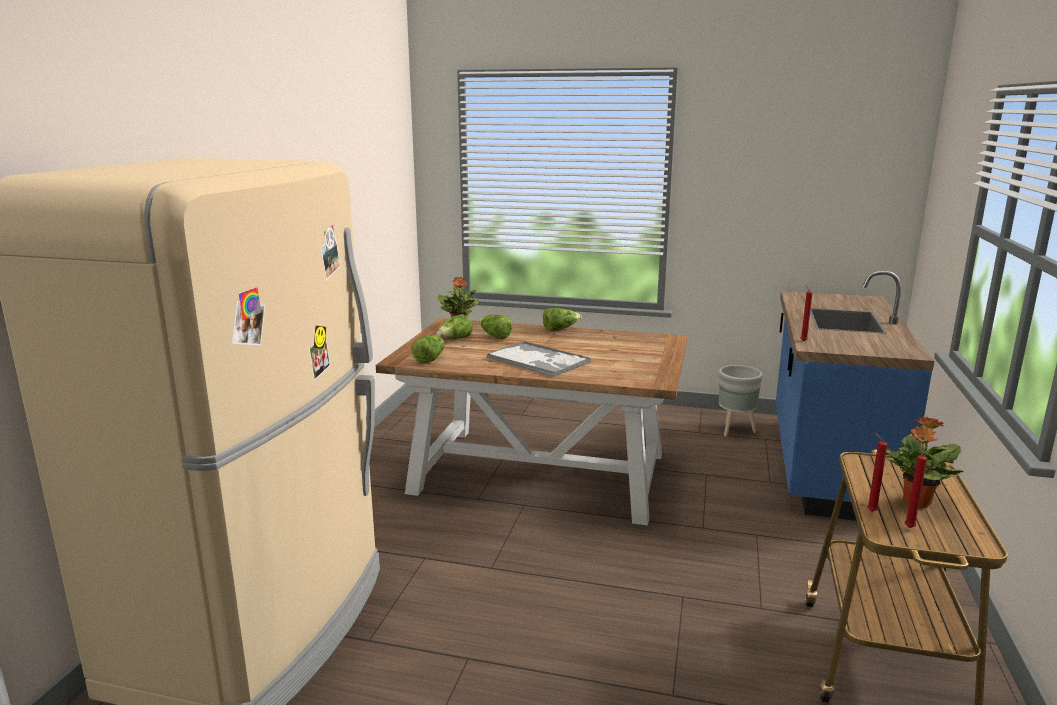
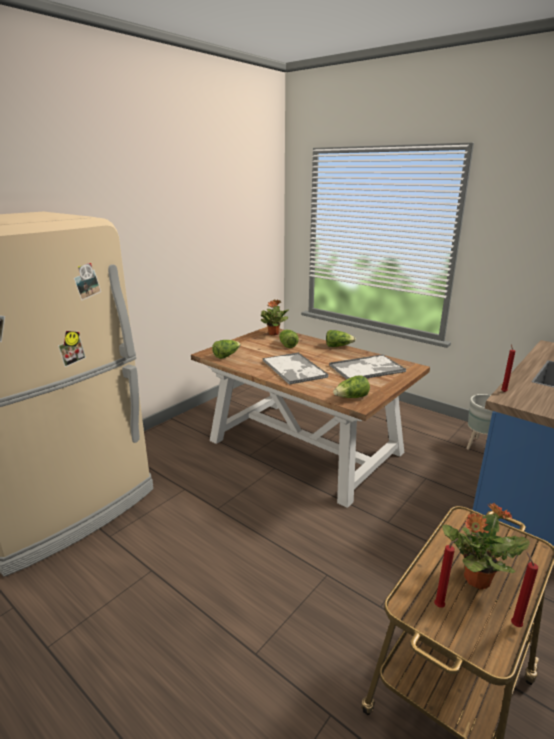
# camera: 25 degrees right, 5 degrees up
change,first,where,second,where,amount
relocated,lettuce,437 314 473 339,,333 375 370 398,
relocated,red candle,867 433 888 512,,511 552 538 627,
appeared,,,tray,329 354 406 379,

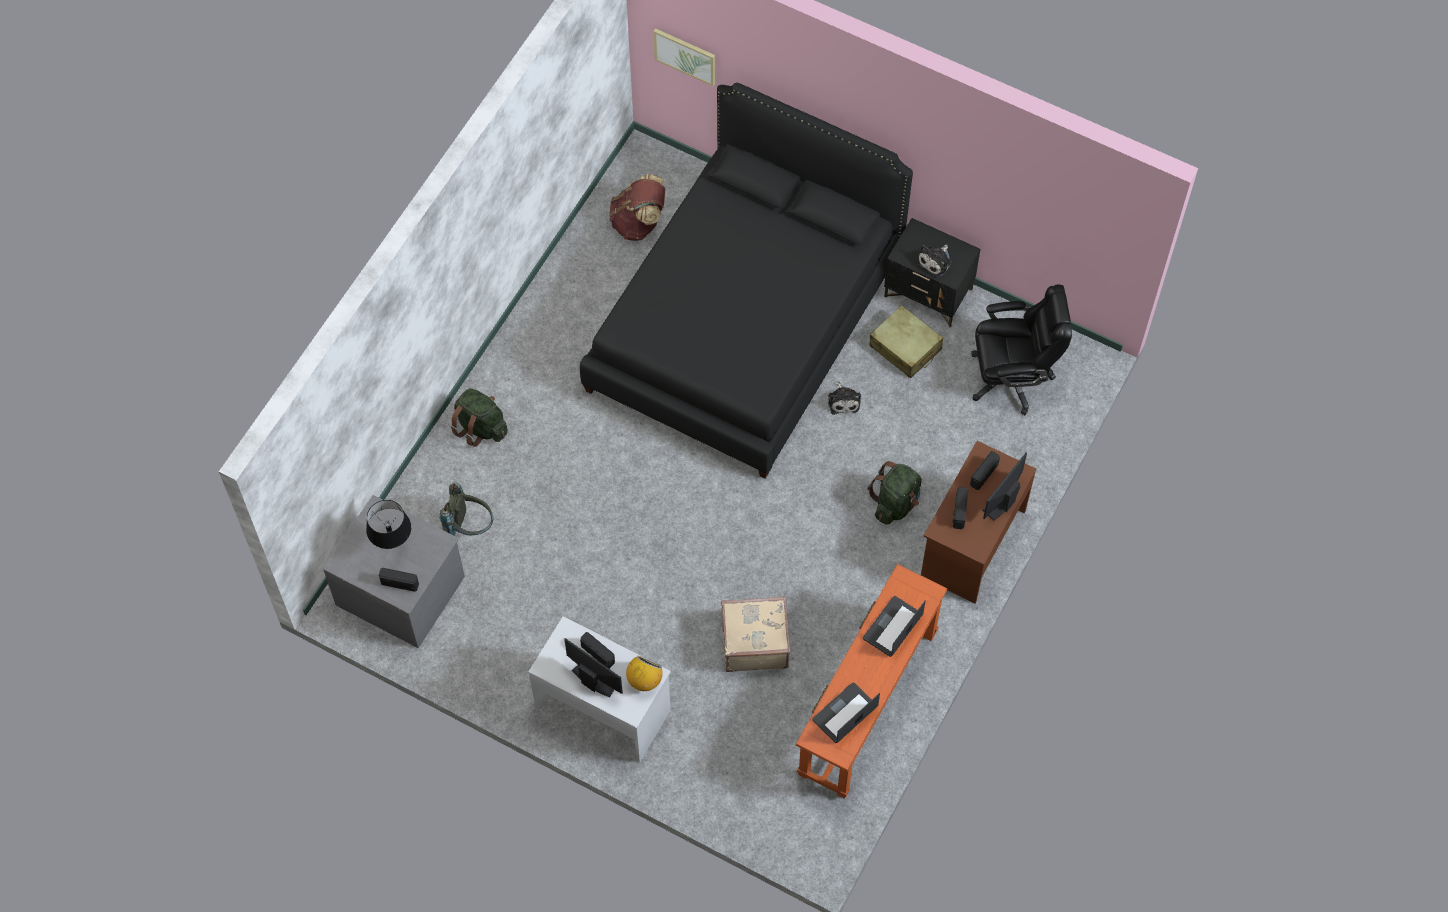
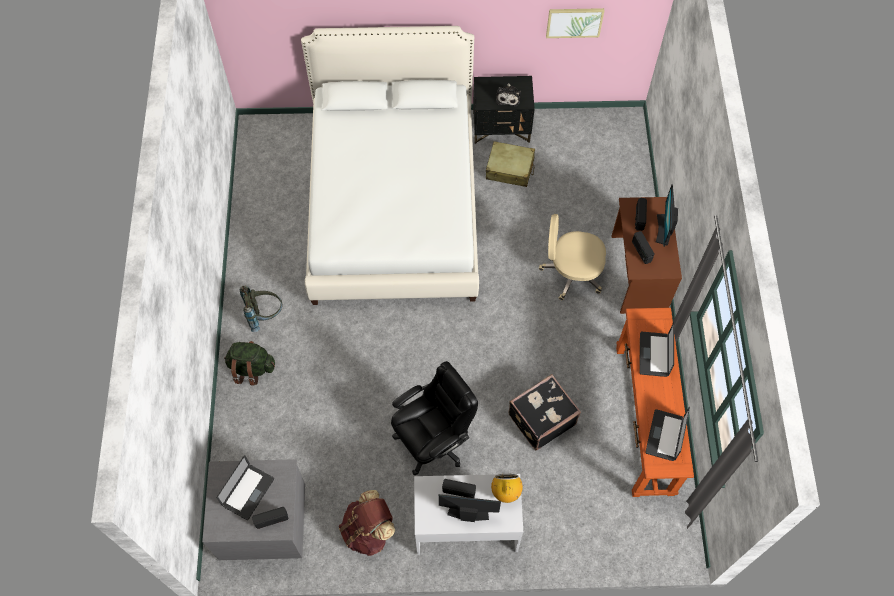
# camera: 30 degrees left, 0 degrees up
change,first,where,second,where,amount
exchanged,black table lamp,366 500 411 549,laptop,217 455 274 520,
relocated,grey backpack,440 483 494 536,,240 285 283 332,
colour,black bed,580 83 913 479,white bed,301 26 479 305,
relocated,brown backpack,609 174 665 241,,339 490 395 556,
relocated,picture,653 28 715 86,,546 8 605 38,
colour,beige suitcase,721 596 790 672,black suitcase,508 374 581 450,
missing,plush toy,828 381 861 415,,,
exchanged,green backpack,867 461 922 525,beige office chair,539 214 606 300,
relocated,black office chair,971 284 1072 415,,391 361 478 475,

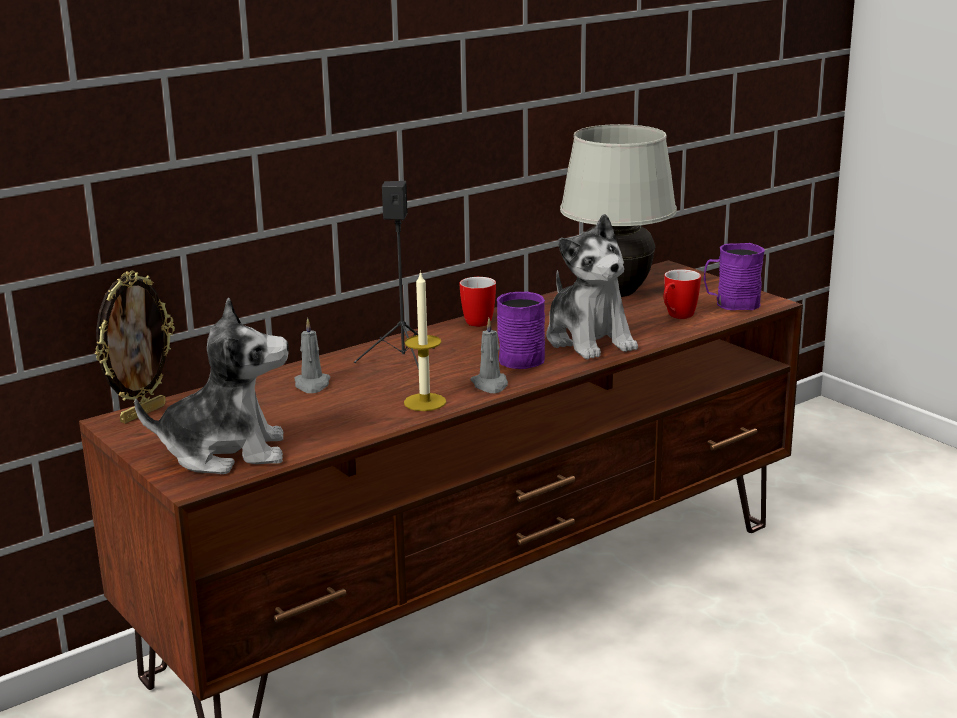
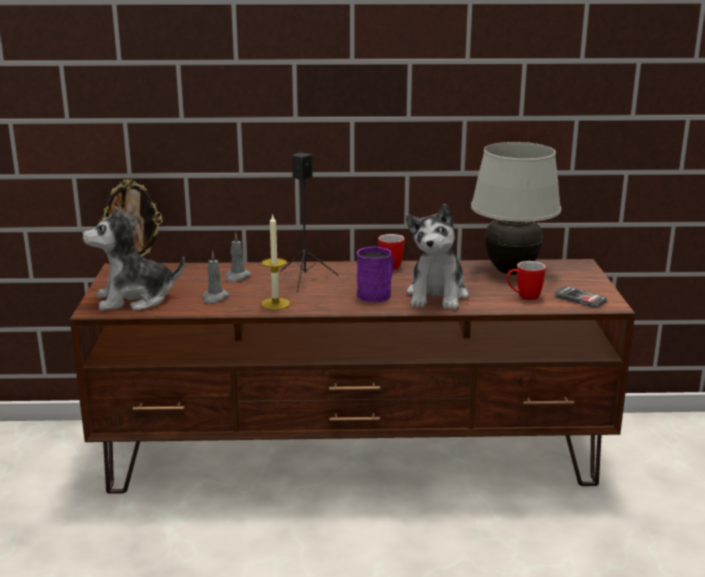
# camera: 35 degrees right, 0 degrees up
change,first,where,second,where,amount
spun,plush toy,134 298 289 474,,82 206 185 311,135 degrees clockwise
relocated,grey candle,471 318 508 393,,202 251 229 304,
exchanged,purple mug,704 243 765 310,phone,554 286 607 308,

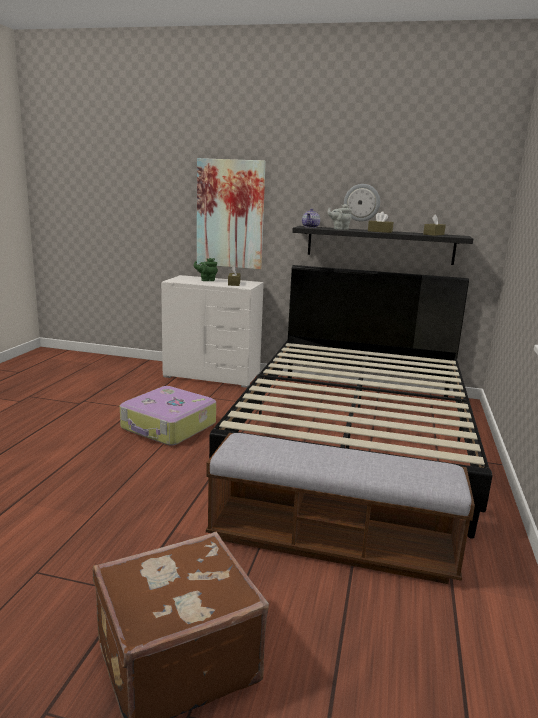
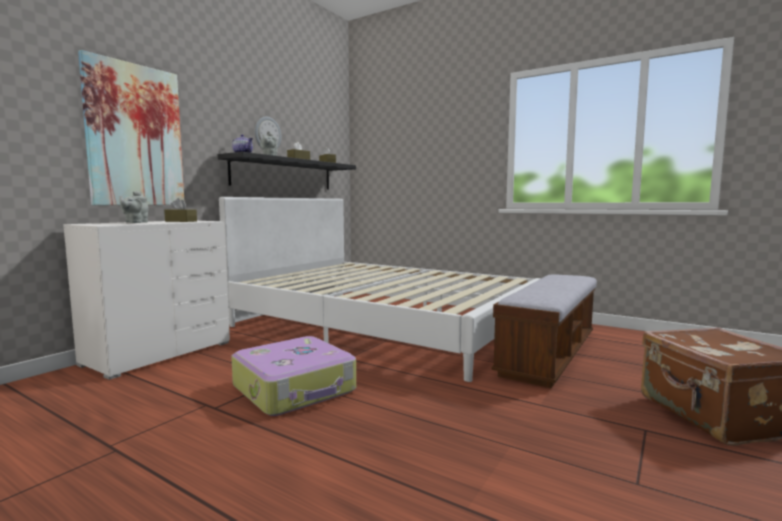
# camera: 70 degrees left, 10 degrees down
change,first,where,second,where,amount
colour,green teapot,194 258 218 281,grey teapot,119 191 148 223,
colour,black bed,209 265 492 539,white bed,219 197 541 382,

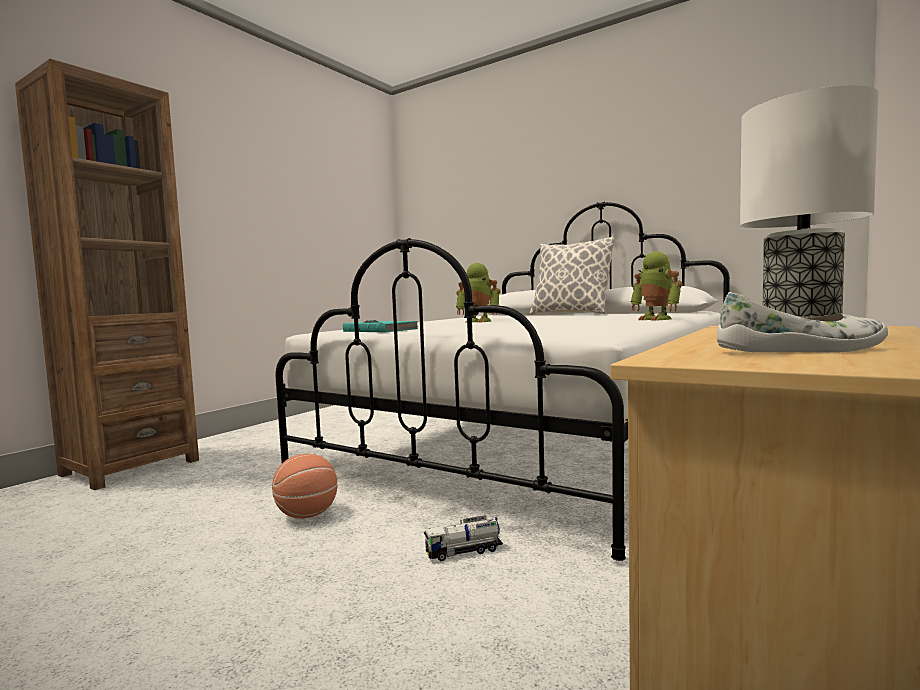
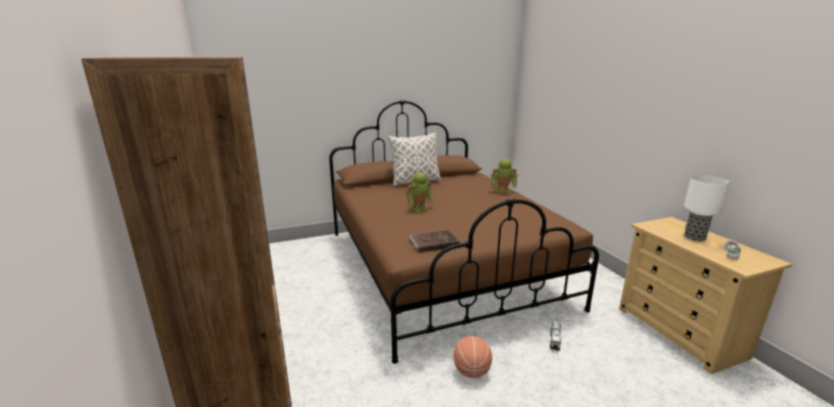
# camera: 55 degrees left, 15 degrees up
change,first,where,second,where,amount
colour,white bed,275 202 730 561,brown bed,329 101 599 364,
colour,turquoise book,343 320 419 333,brown book,409 230 459 252,

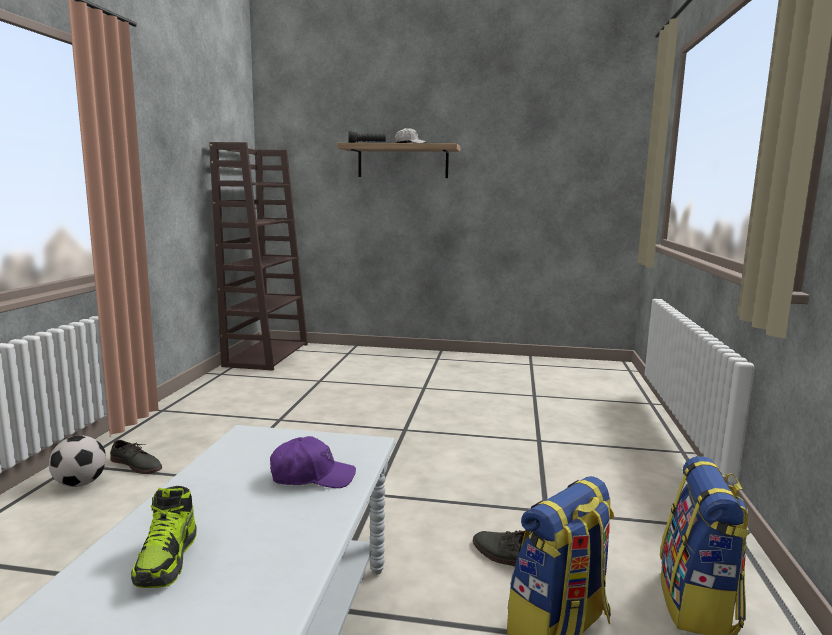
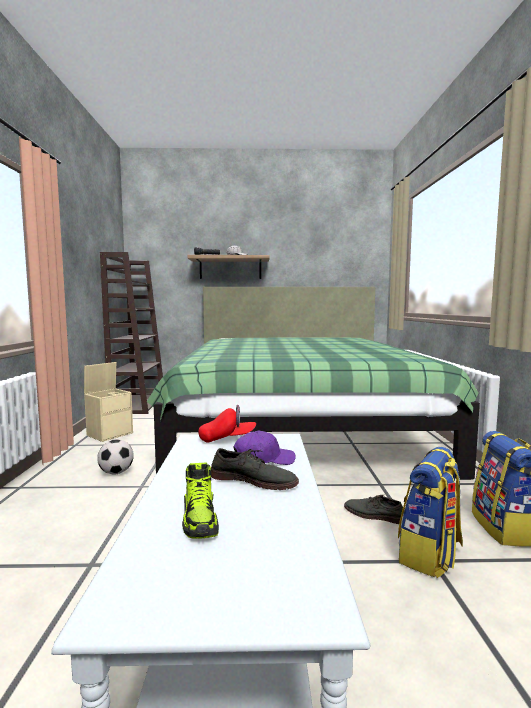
# camera: 10 degrees left, 5 degrees down
change,first,where,second,where,amount
relocated,football,49 435 106 487,,97 439 134 474,
relocated,grey shoe,110 440 162 474,,211 448 299 490,
appeared,,,beige storage box,84 362 133 442,
appeared,,,green bed,147 287 480 480,
appeared,,,red cap,198 405 256 443,

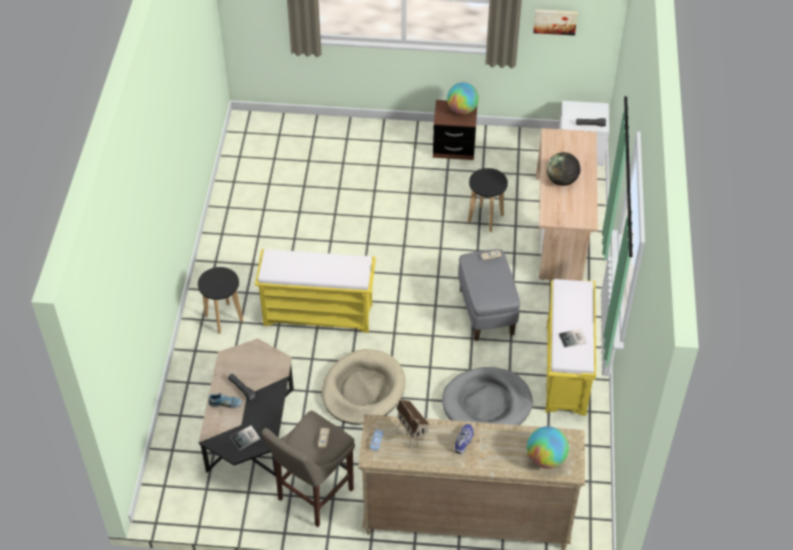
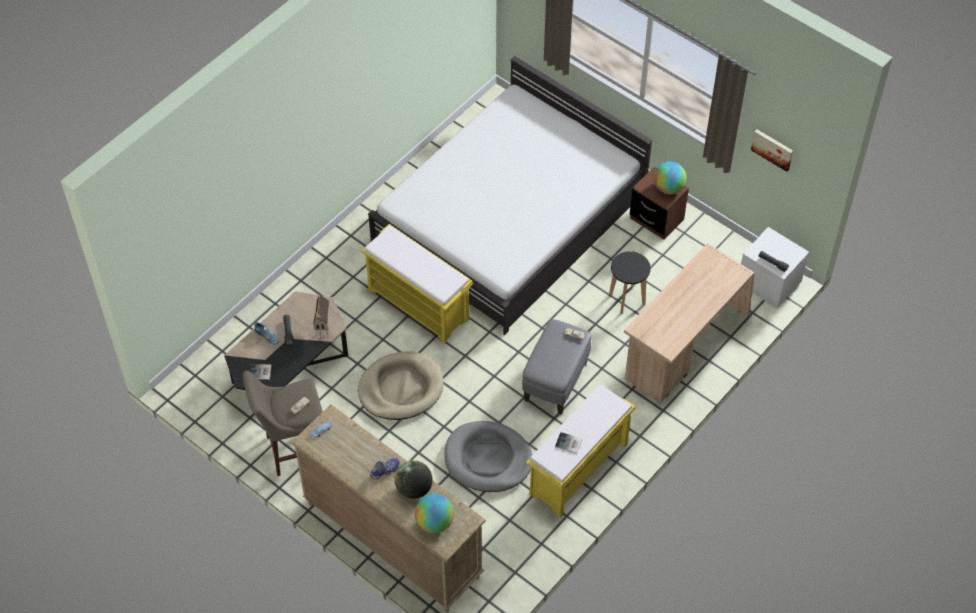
# camera: 35 degrees right, 5 degrees up
change,first,where,second,where,amount
missing,black stool,198 267 243 334,,,
relocated,toy house,396 399 430 448,,313 294 330 339,
relocated,globe,546 152 580 186,,395 460 433 499,
appeared,,,white bed,368 56 653 335,

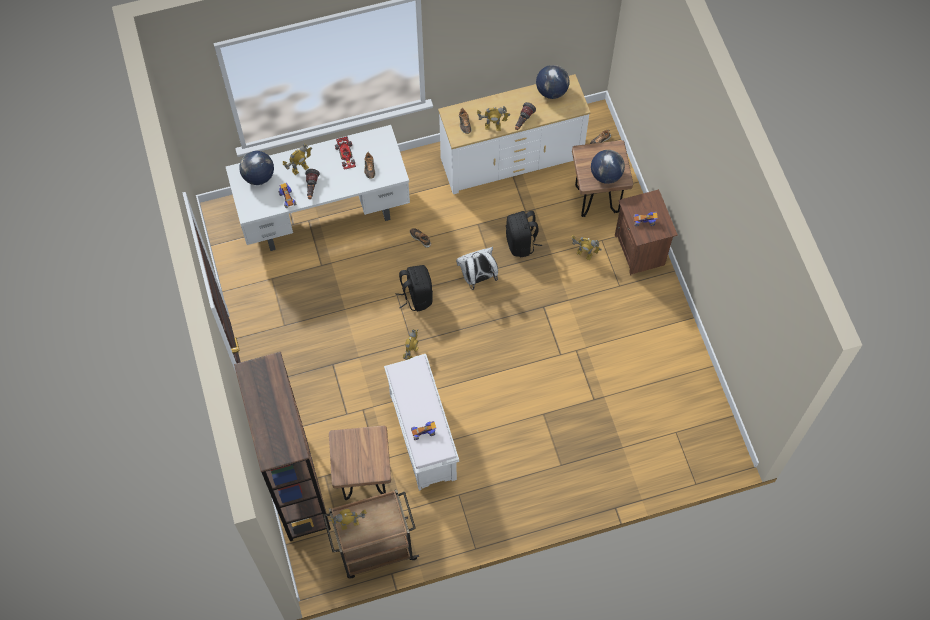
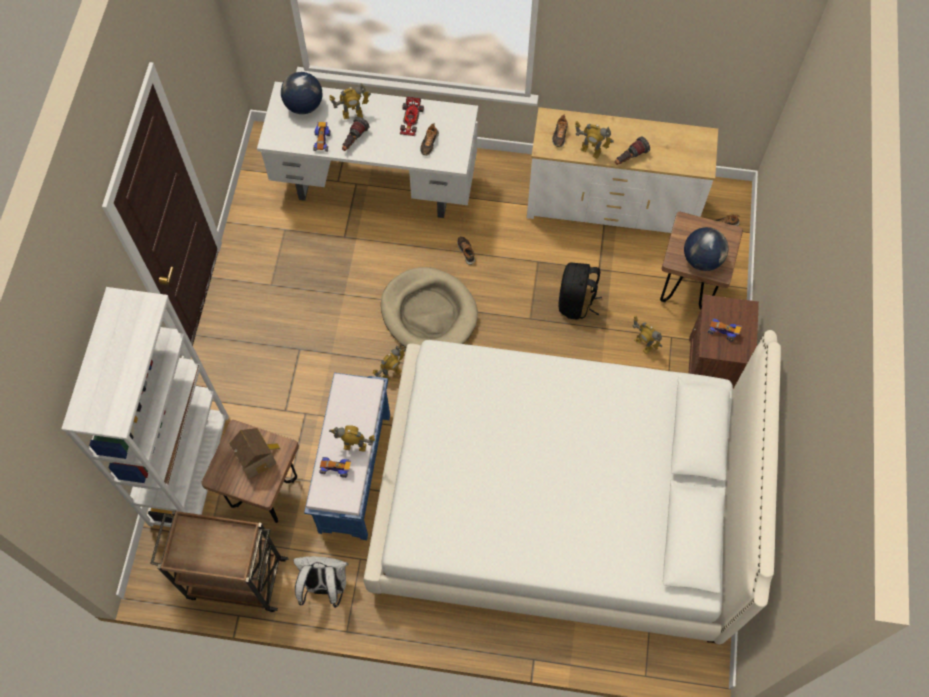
# camera: 25 degrees right, 0 degrees up
change,first,where,second,where,amount
colour,brown bookcase,234 352 331 541,white bookcase,61 287 229 527,
relocated,toy robot,329 509 367 530,,329 425 375 452,
colour,white bench,384 354 459 491,blue bench,304 372 390 540,
exchanged,black backpack,395 265 433 311,beige dog bed,381 267 478 347,
relocated,white backpack,456 247 498 290,,293 556 349 608,
missing,globe,536 65 570 99,,,
appeared,,,toy house,229 428 280 479,
appeared,,,white bed,363 330 781 644,

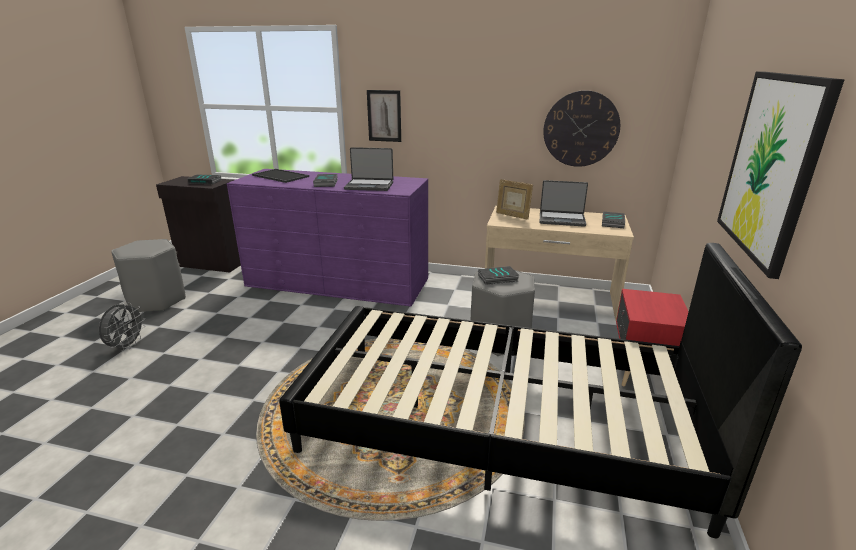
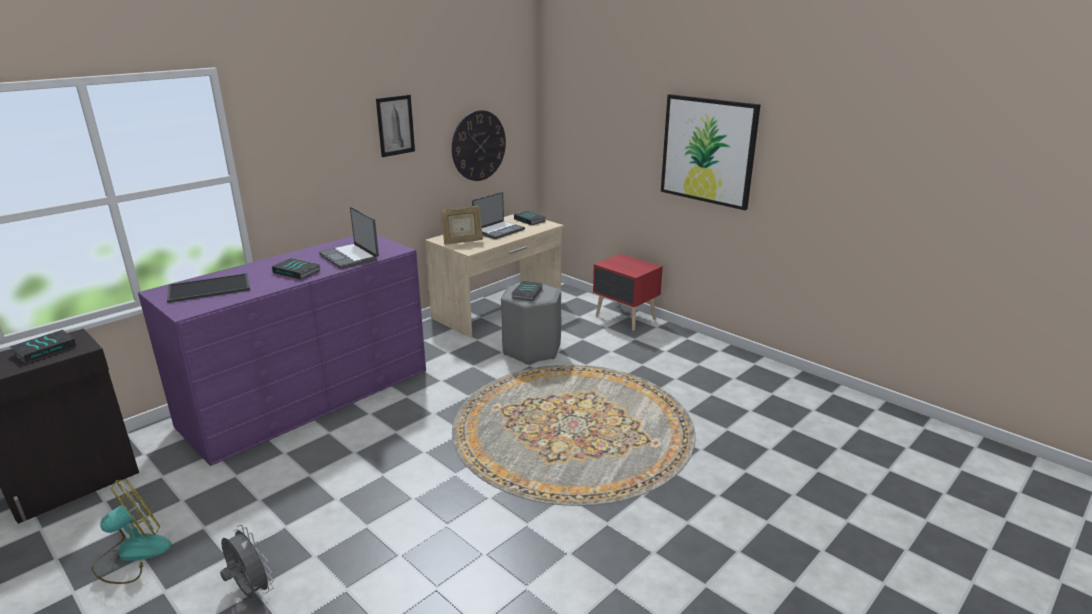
# camera: 60 degrees left, 0 degrees up
change,first,where,second,where,amount
exchanged,grey stool,111 239 186 312,fan,91 479 172 584,
missing,black bed,279 243 802 538,,,
spun,laptop,344 147 393 191,,319 207 379 269,105 degrees clockwise
relocated,picture,367 90 401 142,,376 95 415 157,

